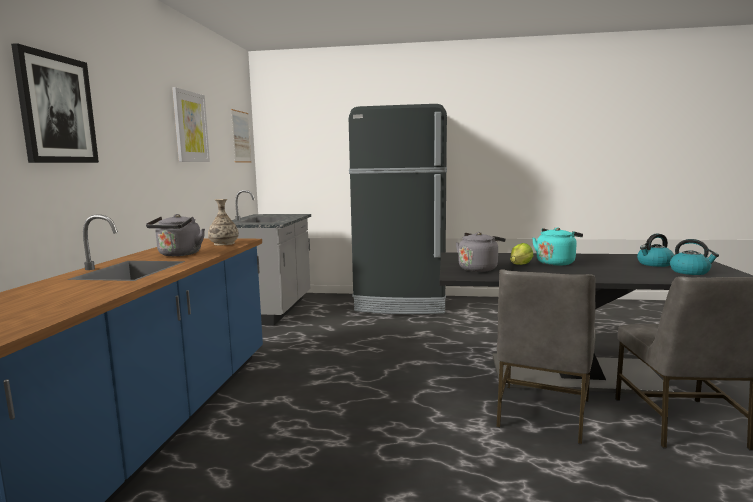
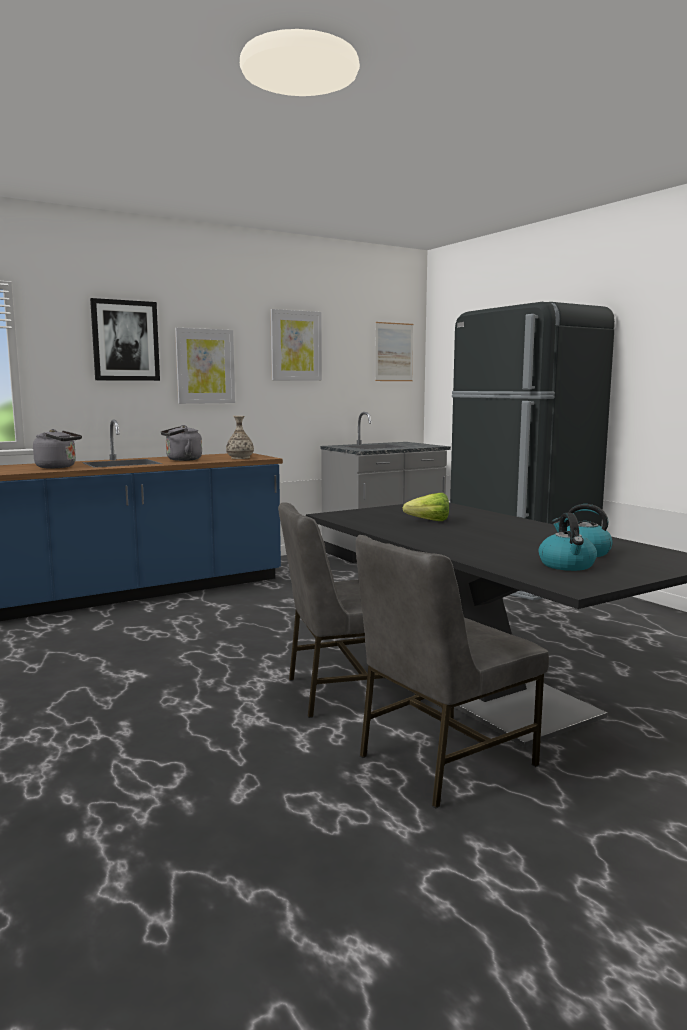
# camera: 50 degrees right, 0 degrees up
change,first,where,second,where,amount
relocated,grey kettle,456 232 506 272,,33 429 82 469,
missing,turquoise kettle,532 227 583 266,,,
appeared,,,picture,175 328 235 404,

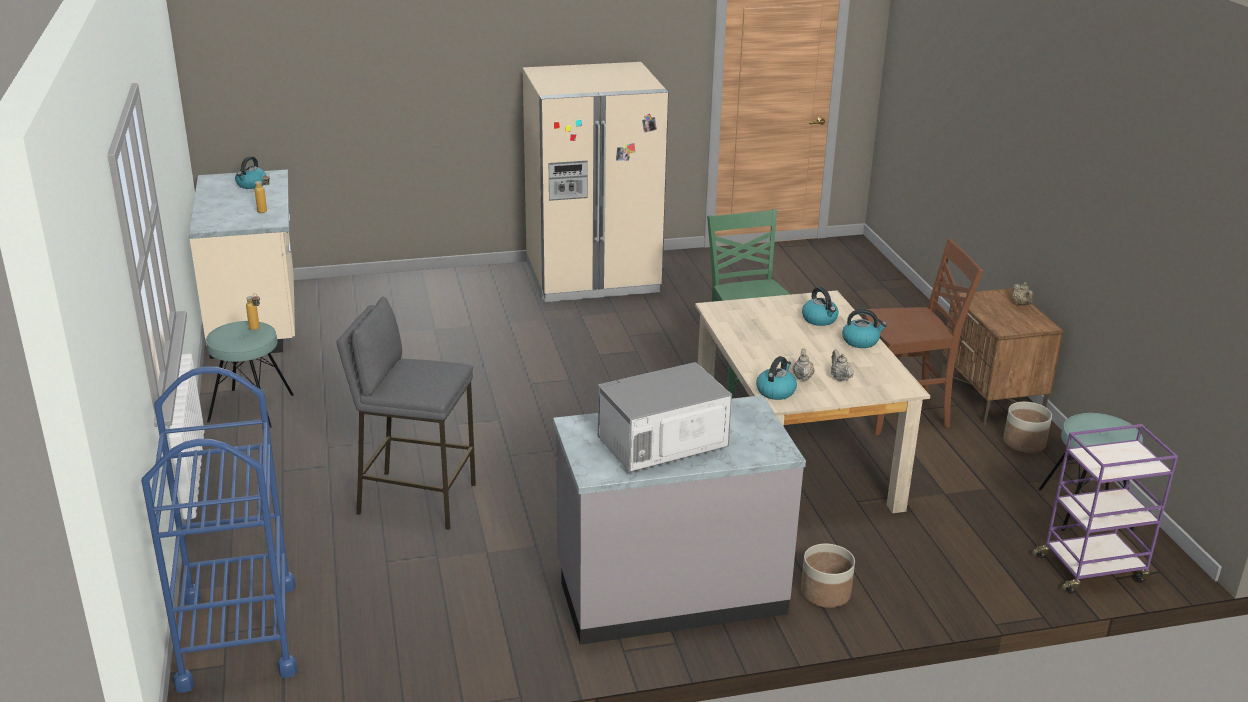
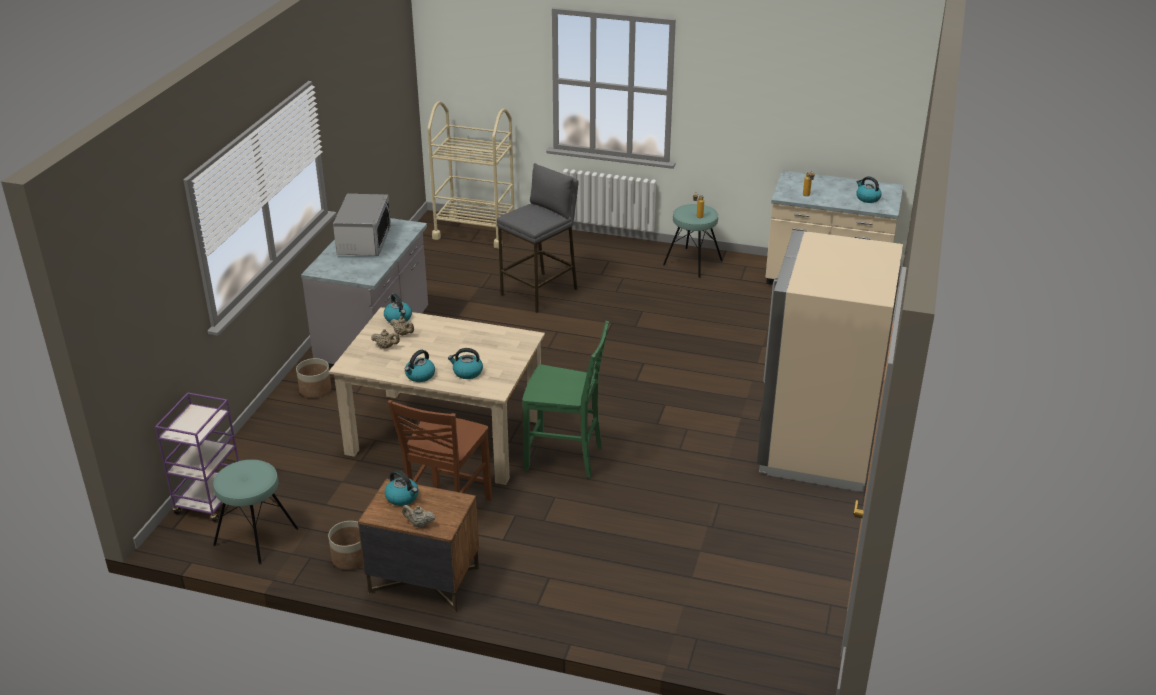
# camera: 120 degrees right, 5 degrees up
change,first,where,second,where,amount
colour,blue cart,142 366 297 693,beige cart,427 101 514 249,
appeared,,,kettle,385 470 419 506,

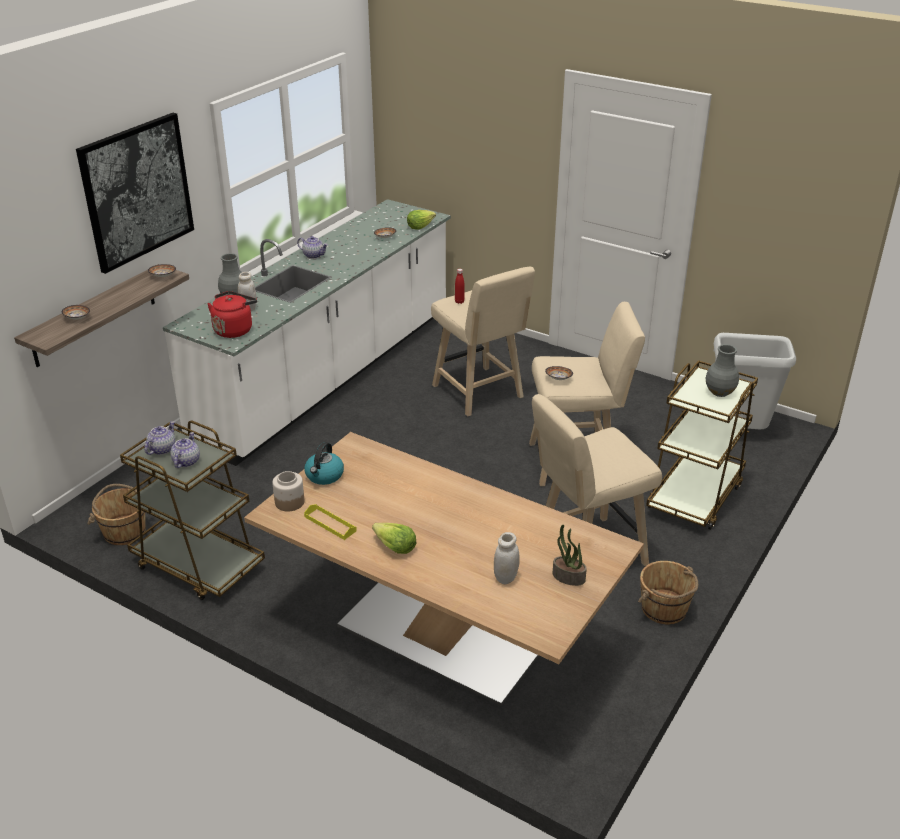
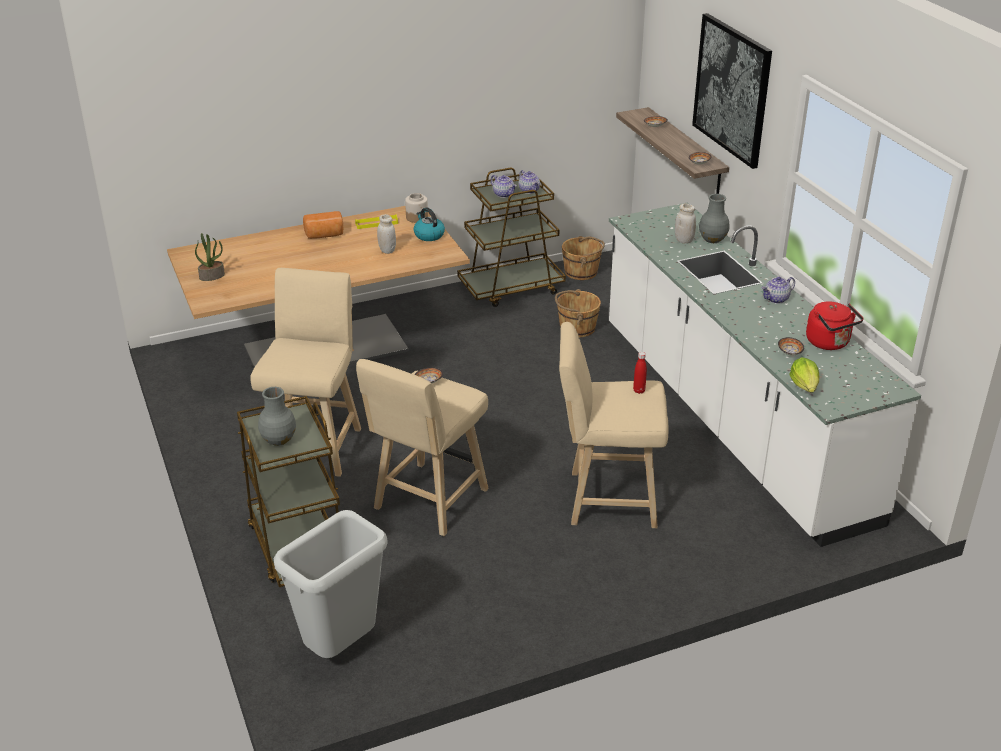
# camera: 125 degrees right, 0 degrees up
change,first,where,second,where,amount
relocated,red kettle,207 291 257 338,,806 302 864 350,
exchanged,lettuce,372 523 417 554,bread,303 211 344 239,
relocated,white jar,494 532 520 585,,377 214 396 254,
relocated,brown bucket,638 561 698 624,,555 289 601 338,

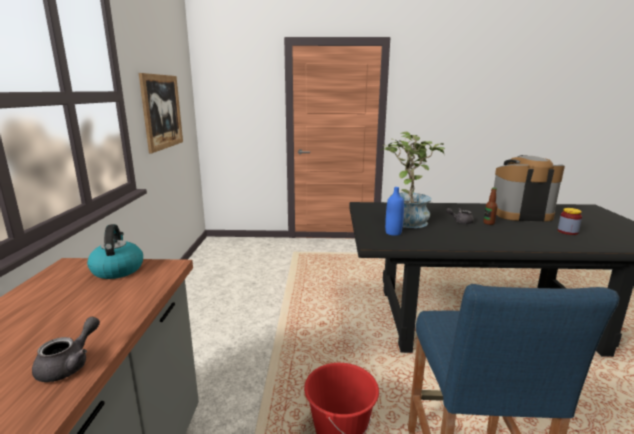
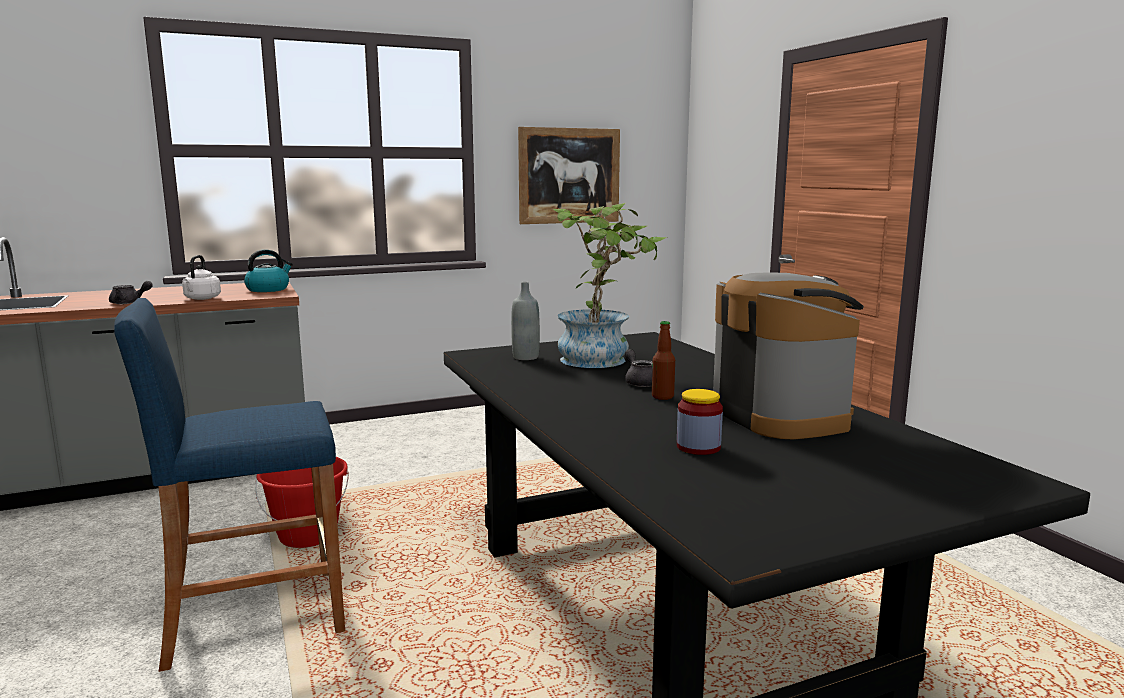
# camera: 65 degrees right, 5 degrees down
change,first,where,second,where,amount
colour,blue bottle,385 187 404 236,grey bottle,511 282 540 360,
appeared,,,white kettle,182 255 221 300,

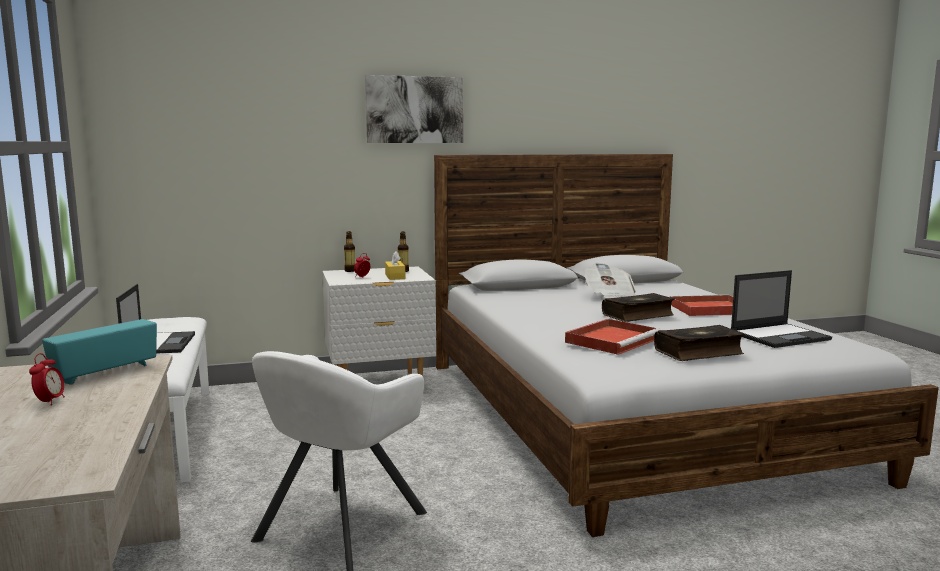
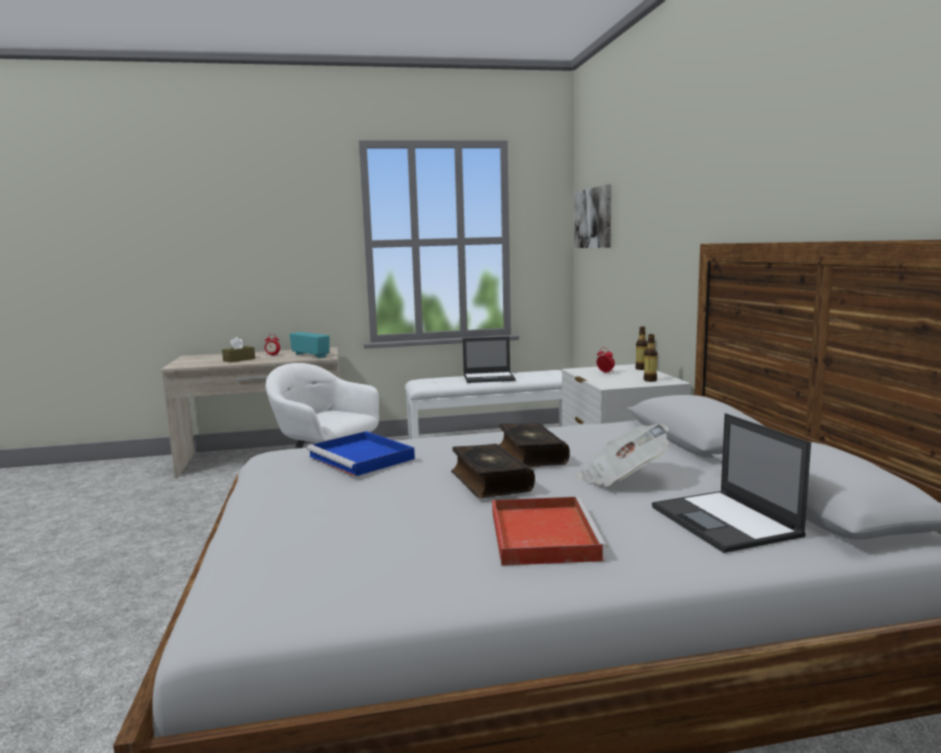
# camera: 95 degrees right, 0 degrees up
change,first,where,second,where,amount
relocated,picture,365 75 463 143,,574 184 611 248,
missing,yellow tissue box,385 251 406 280,,,
colour,red tray,565 319 661 355,blue tray,307 431 415 477,
relocated,book,654 325 745 361,,499 423 570 467,
relocated,laptop,731 270 832 348,,652 413 811 553,
appeared,,,brown tissue box,222 337 255 363,

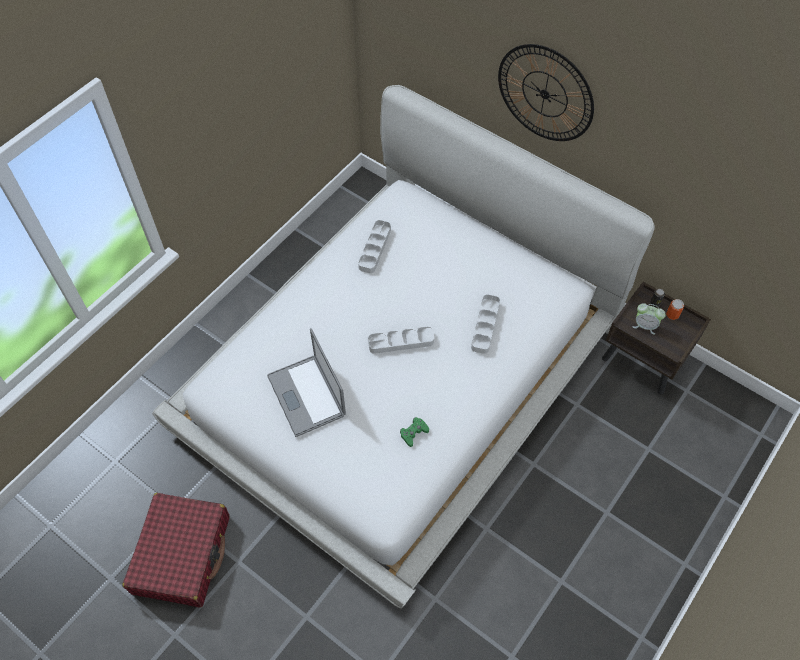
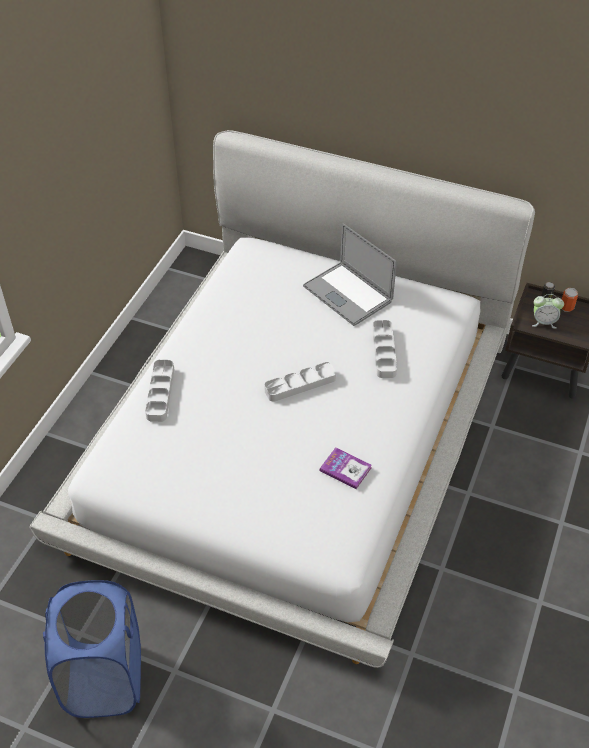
# camera: 15 degrees left, 10 degrees down
change,first,where,second,where,amount
exchanged,red suitcase,122 493 230 608,blue laundry basket,43 580 141 718,
relocated,laptop,267 328 346 437,,303 223 397 326,
relocated,grey tray,358 220 391 273,,145 360 175 422,
exchanged,green game controller,400 417 429 447,book,320 448 372 489,
missing,wall clock,498 44 594 141,,,

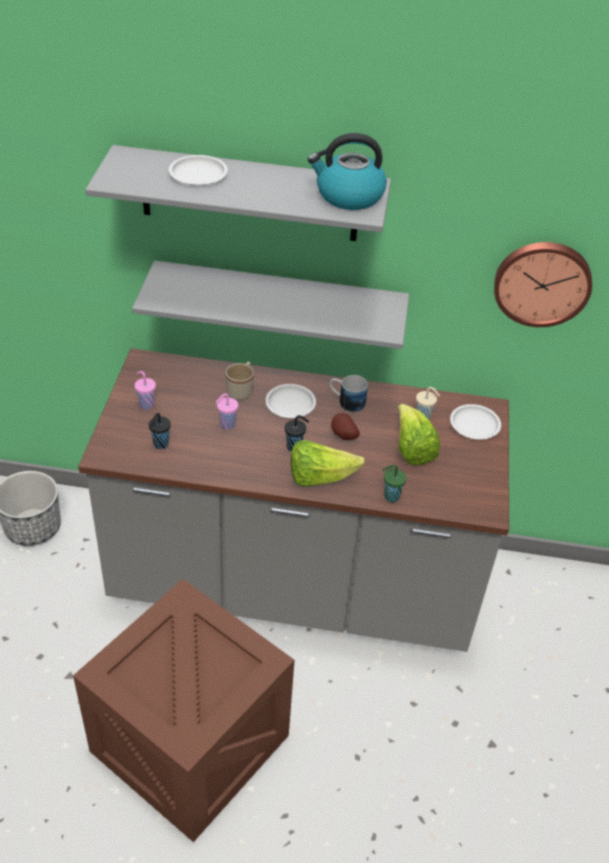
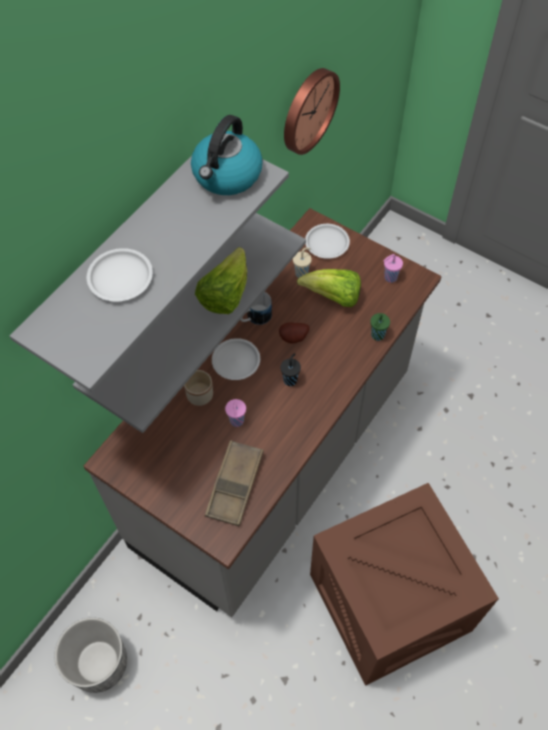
# camera: 60 degrees left, 15 degrees up
change,first,where,second,where,amount
relocated,pink cup,135 371 156 410,,384 254 403 283,
exchanged,black cup,149 413 171 449,brown tray,205 440 263 527,
relocated,lettuce,291 440 365 487,,195 247 247 314,

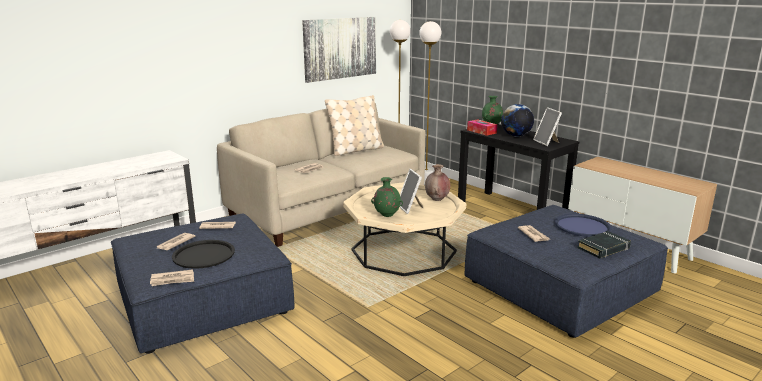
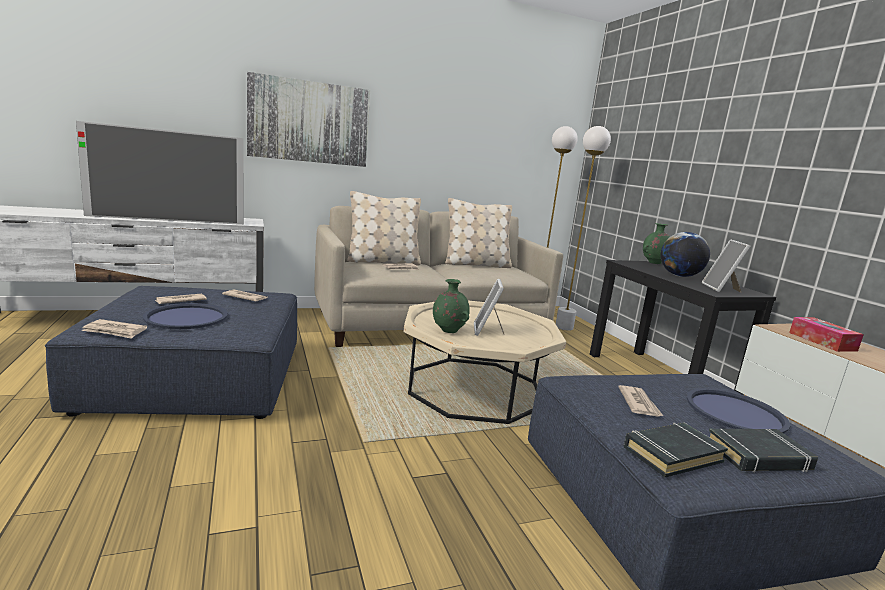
# camera: 20 degrees right, 5 degrees down
change,first,where,second,where,amount
colour,black tray,172 240 235 269,blue tray,143 303 228 329,
relocated,picture,302 17 376 83,,247 72 370 167,
missing,brown vase,425 164 450 201,,,
relocated,tissue box,467 119 497 136,,789 317 864 352,
appeared,,,television,76 121 244 225,
appeared,,,beige pillow,347 191 421 265,
appeared,,,black book,624 423 728 477,

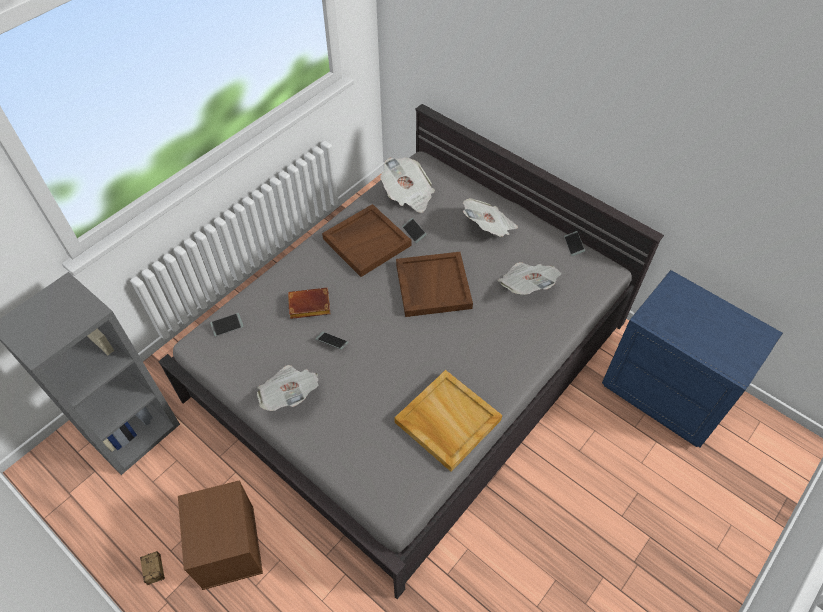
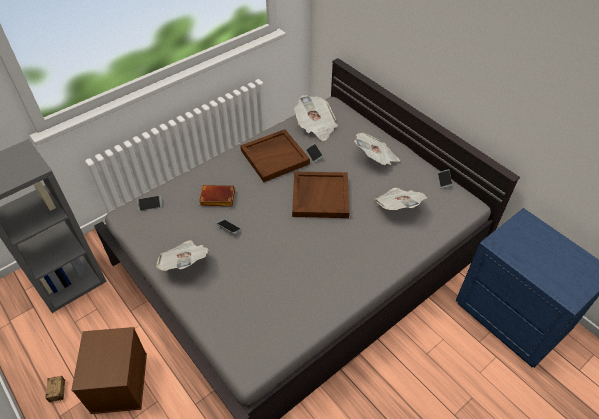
# camera: 10 degrees right, 5 degrees down
change,first,where,second,where,amount
missing,beige tray,394 370 502 472,,,

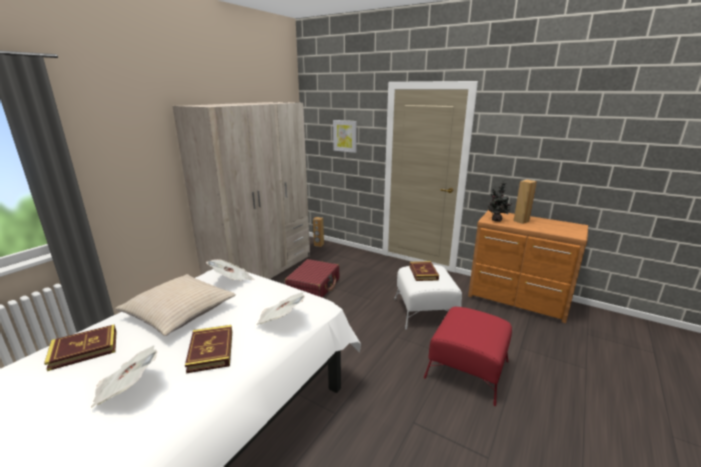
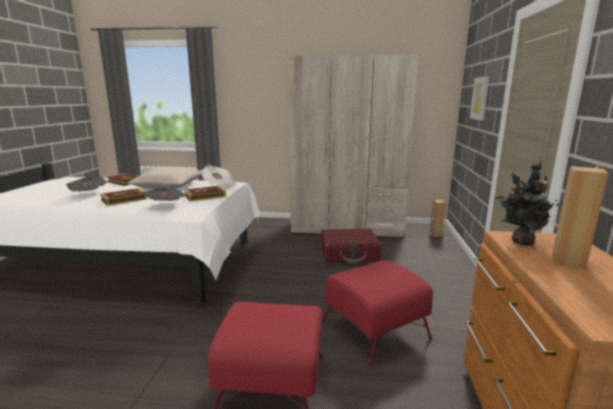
# camera: 65 degrees right, 5 degrees down
change,first,where,second,where,amount
colour,white ottoman,394 265 462 329,red ottoman,322 260 433 367,
relocated,book,409 261 439 281,,184 186 226 201,

